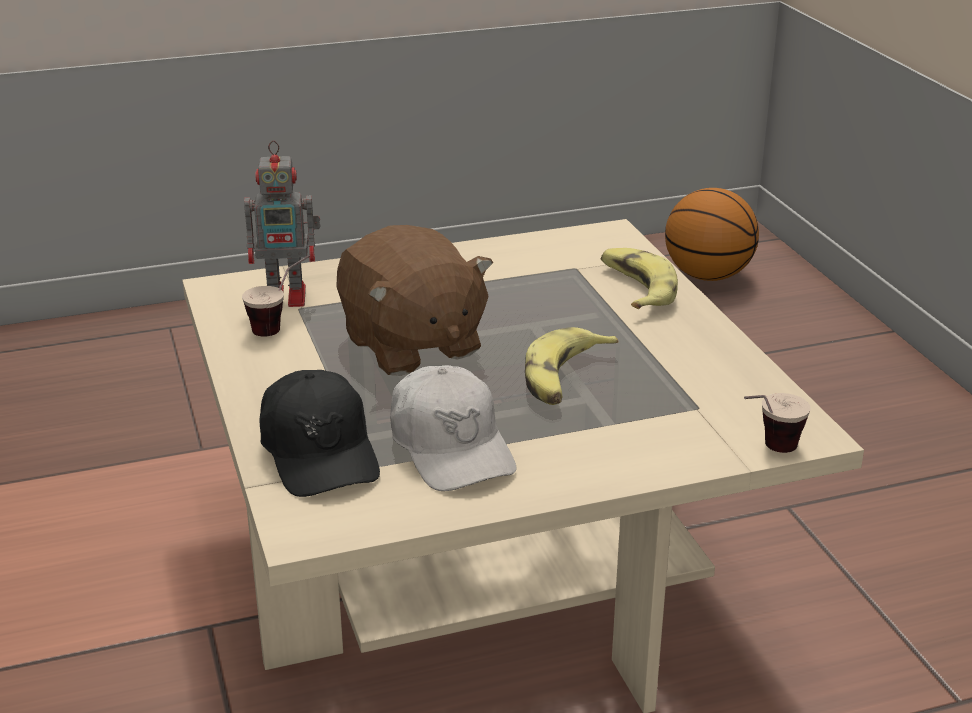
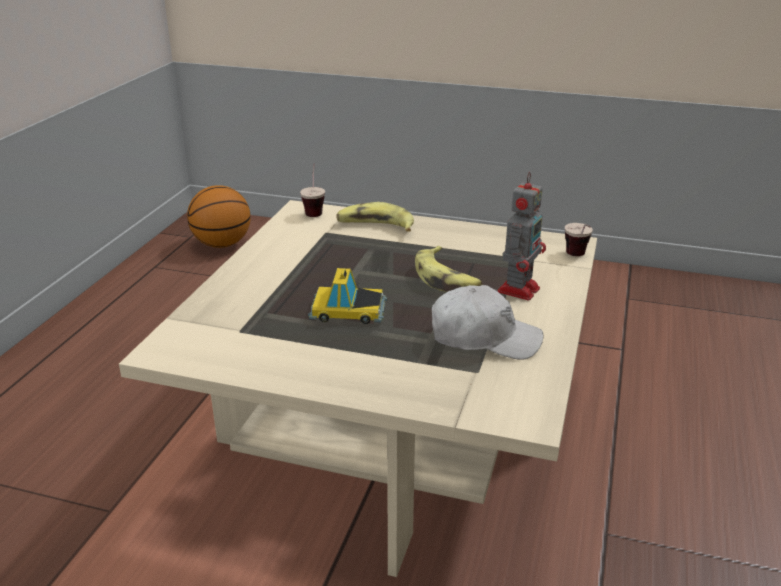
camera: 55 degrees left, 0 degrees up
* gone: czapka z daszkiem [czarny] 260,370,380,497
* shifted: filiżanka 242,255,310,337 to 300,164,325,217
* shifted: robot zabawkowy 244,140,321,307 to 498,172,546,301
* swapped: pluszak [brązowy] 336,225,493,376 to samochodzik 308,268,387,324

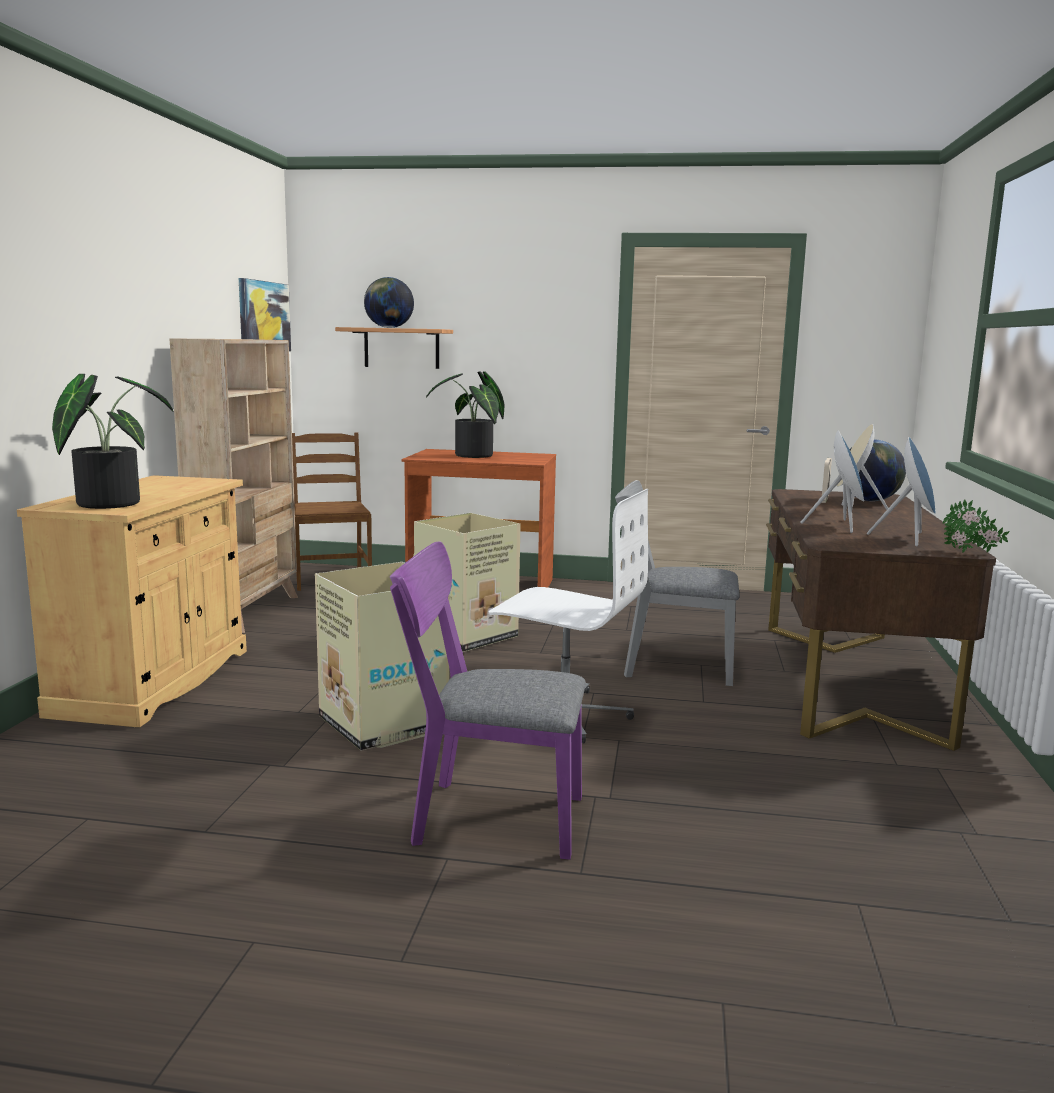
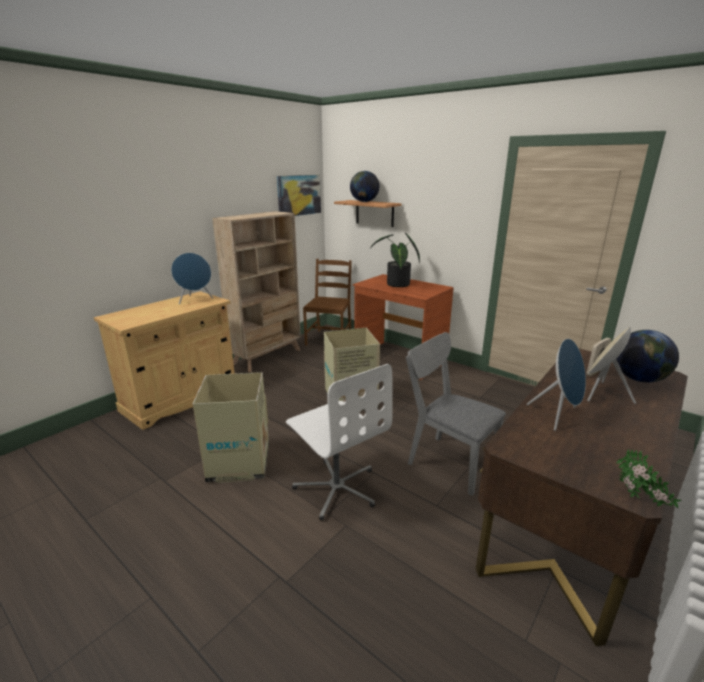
camera: 30 degrees right, 10 degrees up
* gone: roślina doniczkowa 52,374,173,509
* gone: krzesło [fioletowy] 390,541,586,860
* shifted: głośnik [niebieski] 867,437,936,546 to 171,253,213,304

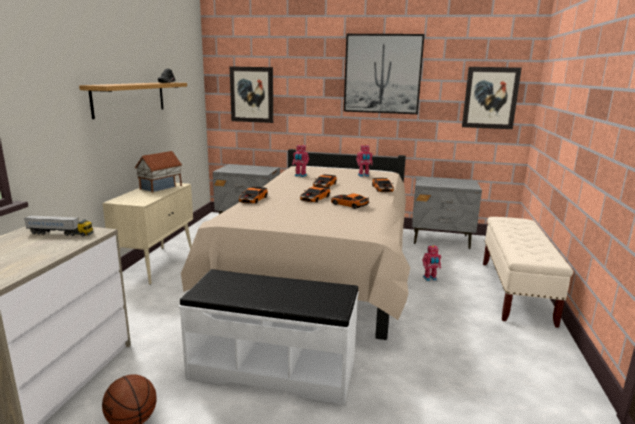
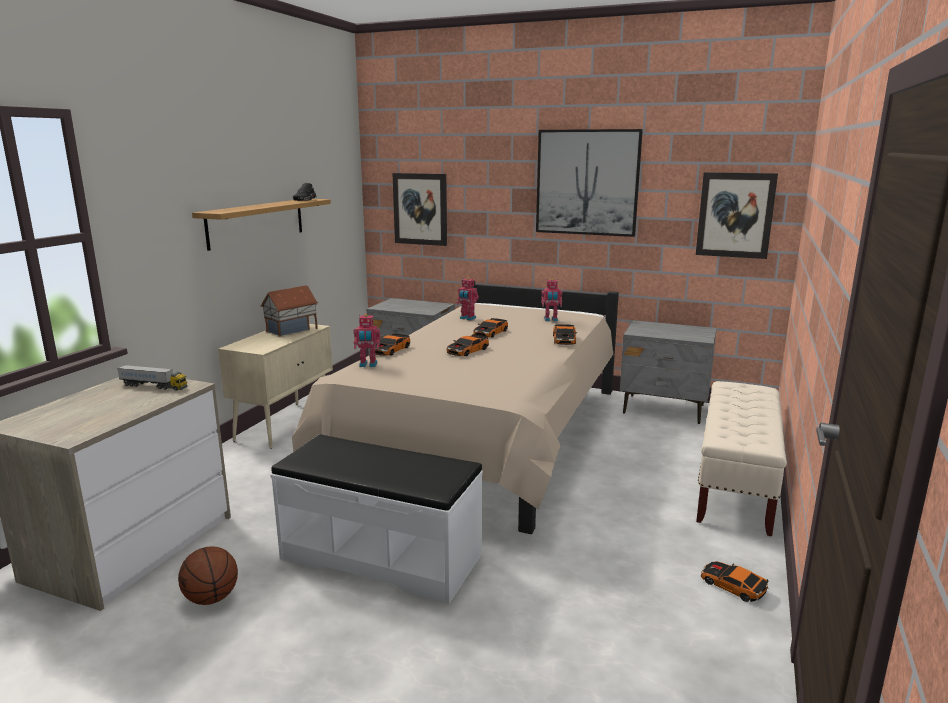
camera: 10 degrees right, 0 degrees up
* shifted: samochodzik 331,193,369,209 to 701,561,769,602
* shifted: robot zabawkowy 422,245,441,281 to 353,314,381,367

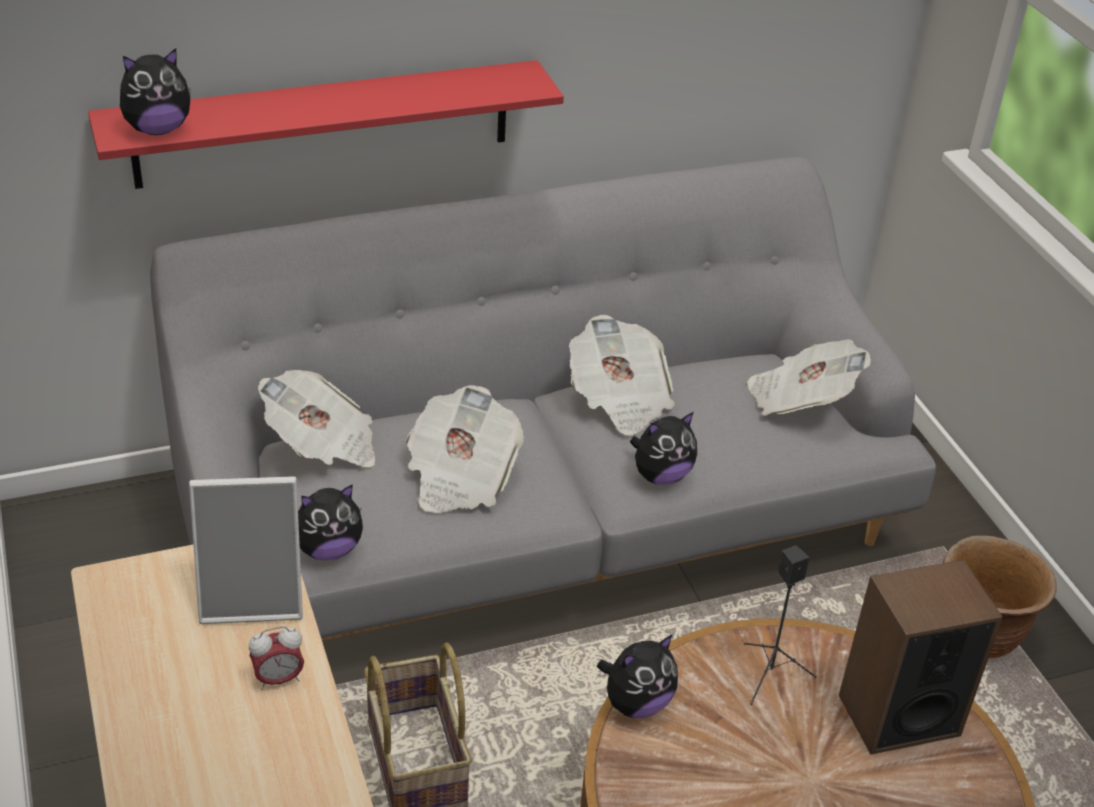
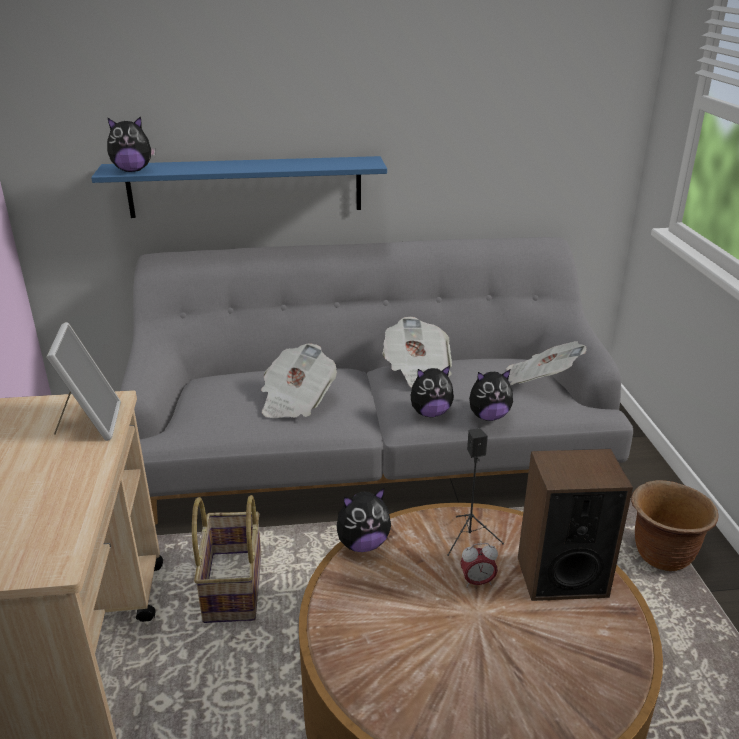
camera: 15 degrees right, 10 degrees down
* gone: gazeta 258,370,375,467
* shifted: budzik 249,626,304,690 to 460,543,498,588
* shifted: pluszak 298,484,363,561 to 469,370,513,421
* repainted: półka [czerwony] 88,60,564,189 to półka [niebieski] 91,156,387,218
* rotated: ramka na zdjęcie 189,476,303,624 = 46,322,121,441 105 degrees counterclockwise

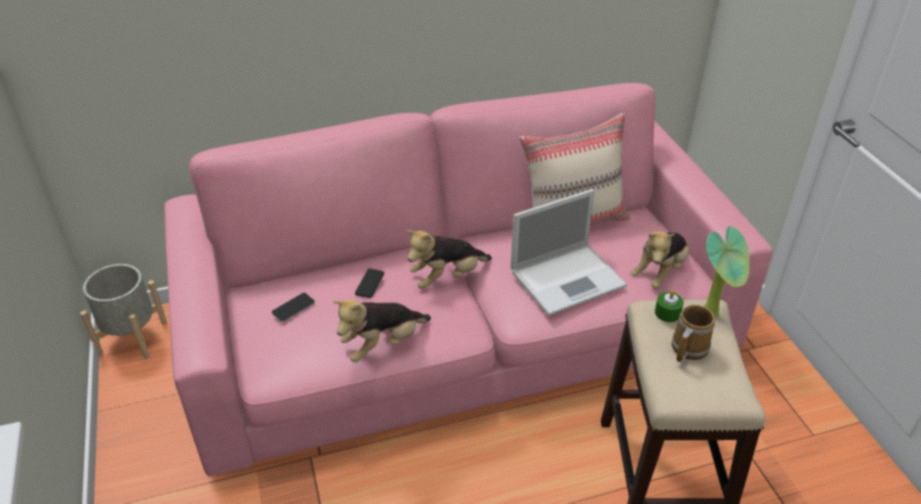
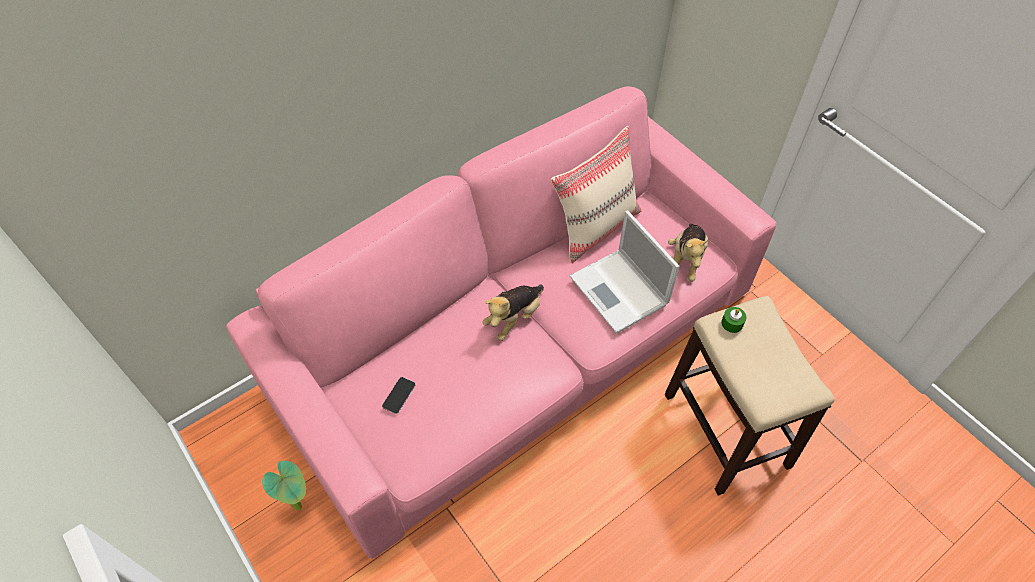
camera: 20 degrees left, 15 degrees up
* gone: donica [szary] 80,264,167,359
* gone: pluszak 333,300,431,362
* gone: telefon 355,269,384,298
* gone: kubek 671,305,715,362
* shifted: roślina doniczkowa 704,226,750,317 to 262,461,306,511
* rotated: laptop 510,189,627,316 = 570,210,680,334 105 degrees clockwise

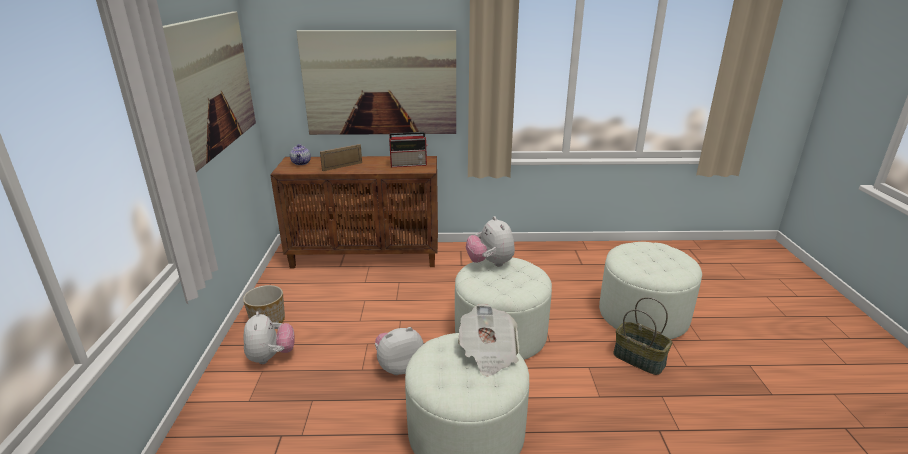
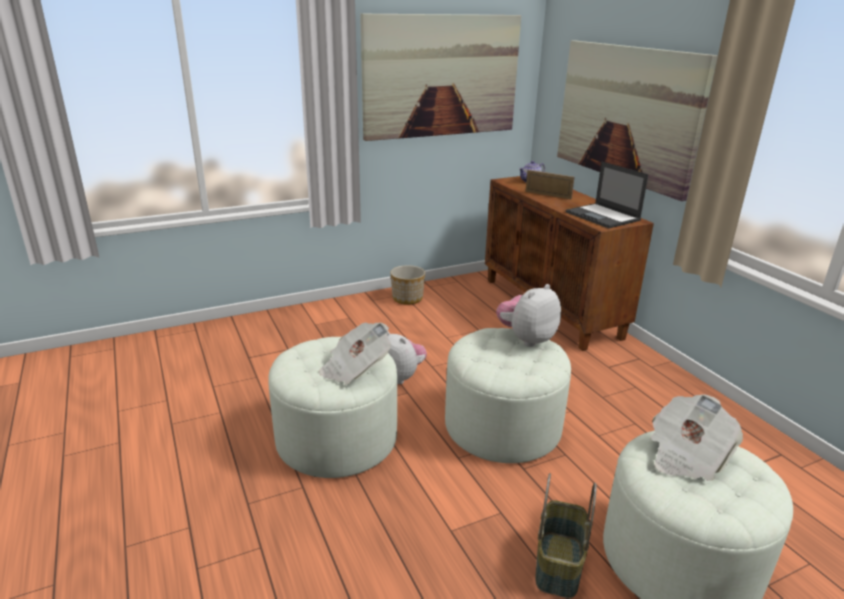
camera: 65 degrees right, 0 degrees up
* gone: pluszak 243,311,295,364
* new: gazeta 651,394,743,481
* swapped: radio 389,132,428,167 to laptop 566,162,649,228

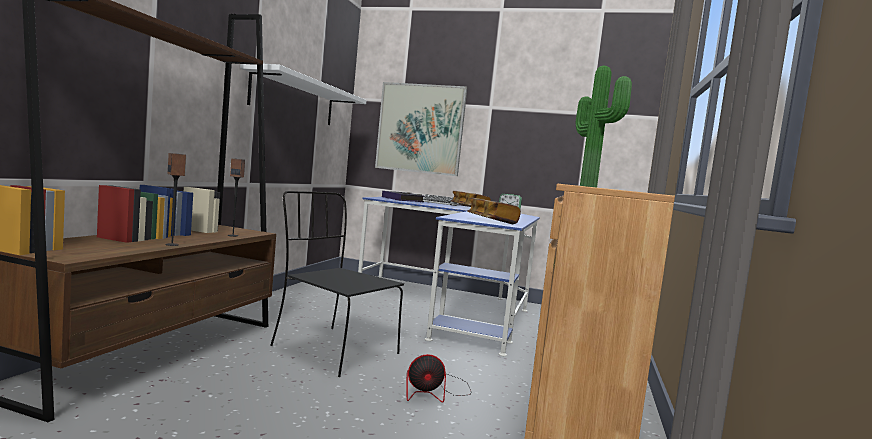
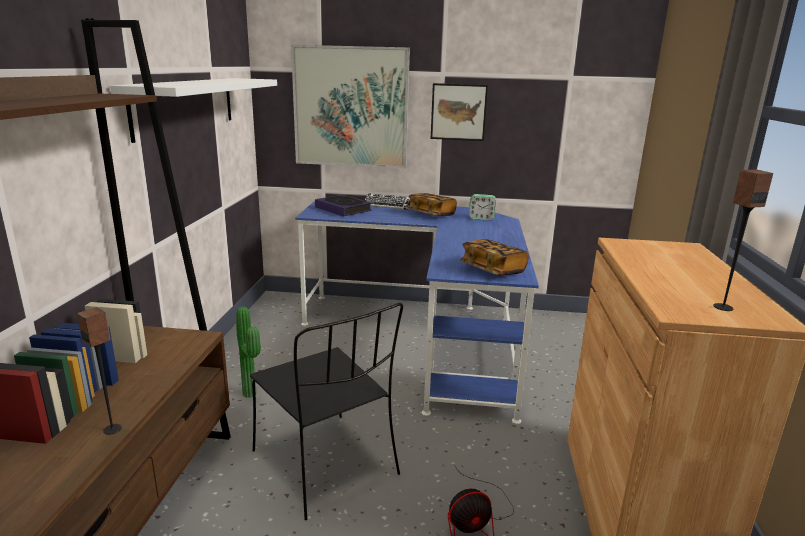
camera: 10 degrees left, 15 degrees up
* new: obraz 431,83,488,141
* shifted: głośnik 228,158,245,237 to 713,169,773,311
* shifted: roślina doniczkowa 576,66,632,187 to 236,307,261,398
* rotated: krzesło [czarny] 270,191,404,377 = 250,303,403,520 150 degrees counterclockwise

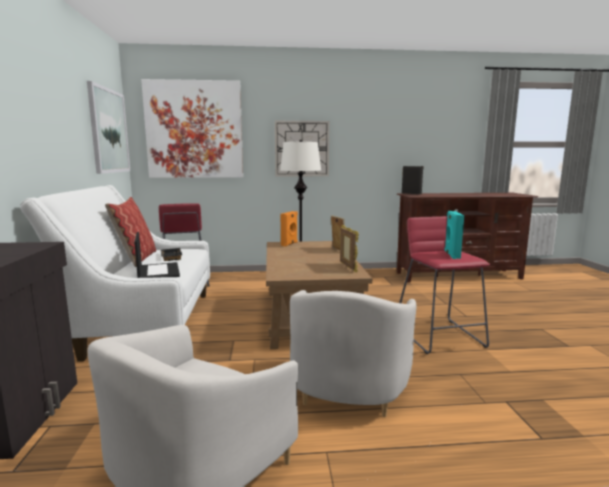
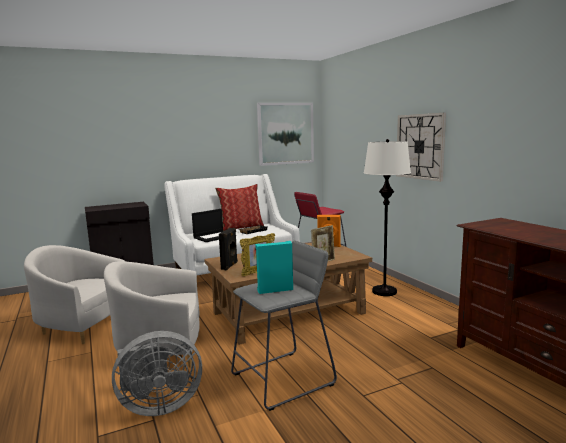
camera: 70 degrees right, 0 degrees up
* gone: obraz 141,79,243,178
* new: wentylator [szary] 112,331,202,416
* shifted: głośnik [czarny] 402,166,424,194 to 219,228,238,270
* repainted: stołek [czerwony] 399,216,490,354 to stołek [szary] 231,241,337,411

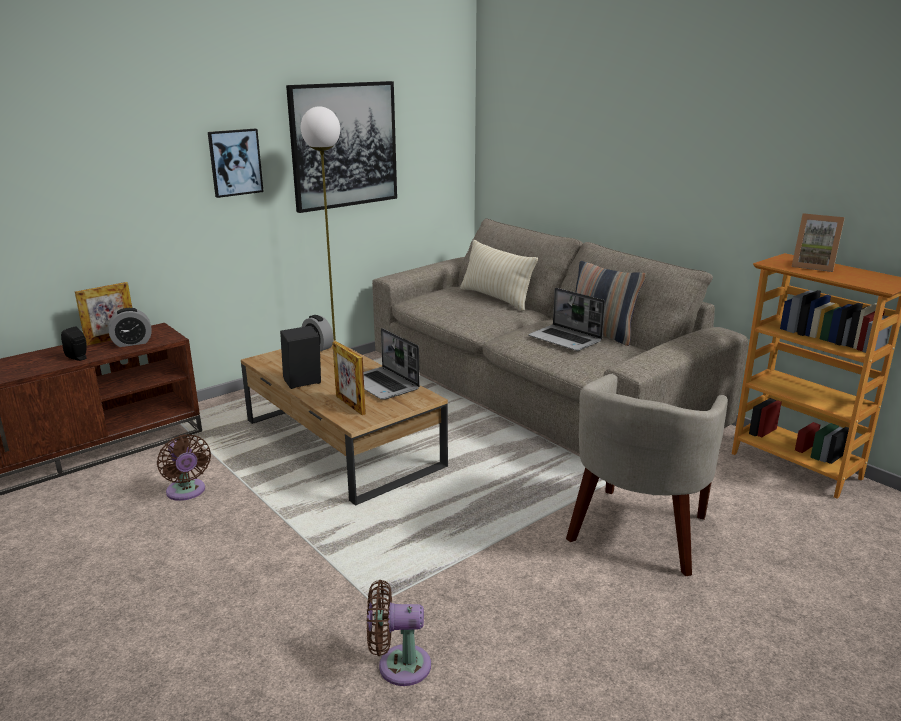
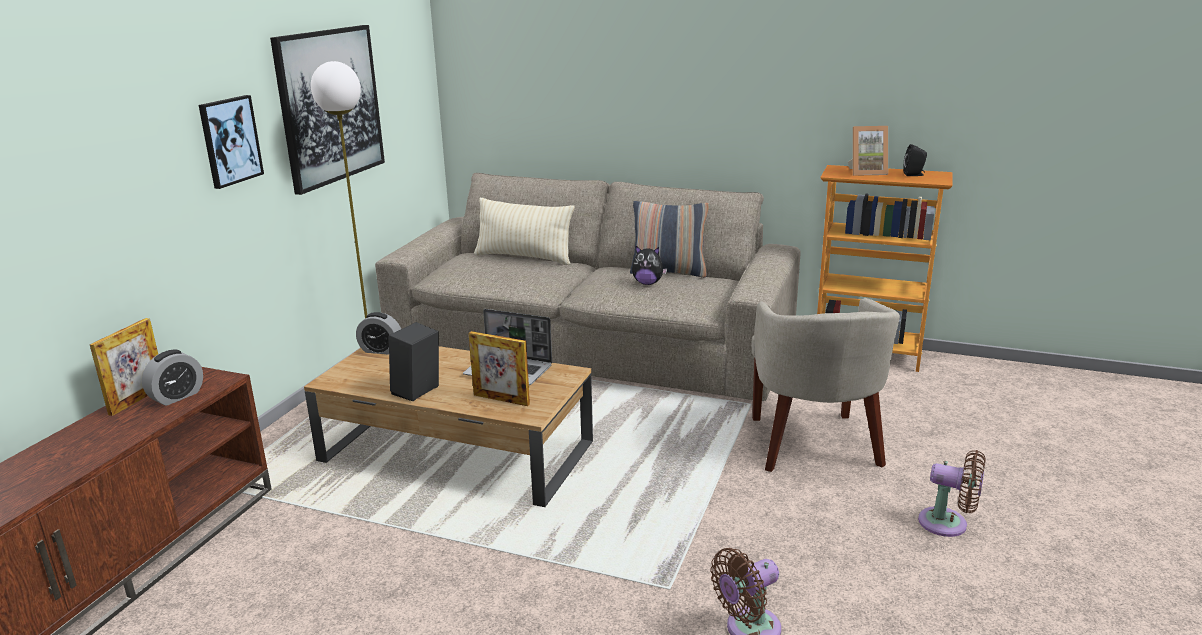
camera: 30 degrees left, 0 degrees up
* shifted: głośnik [czarny] 61,326,87,361 to 903,144,927,176
* shifted: wentylator [brązowy] 157,434,211,501 to 918,450,986,537
* swapped: laptop 528,288,605,351 to pluszak 632,246,667,285

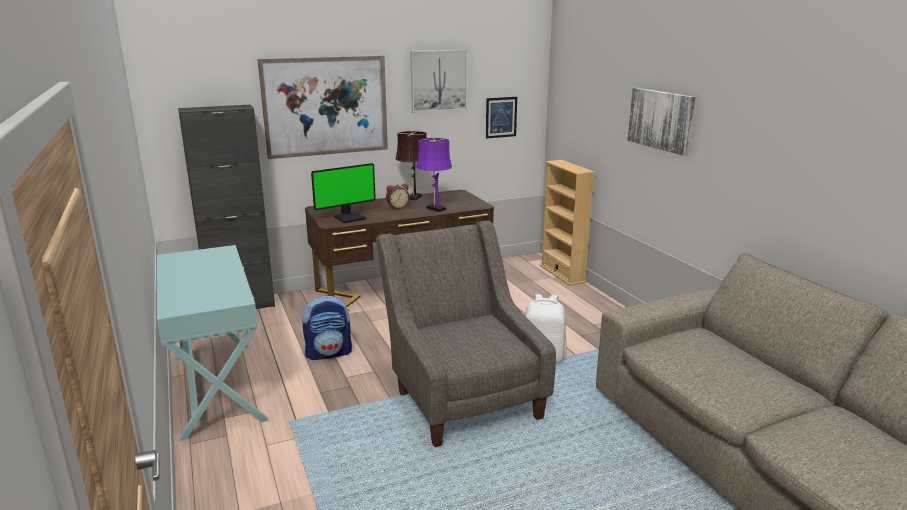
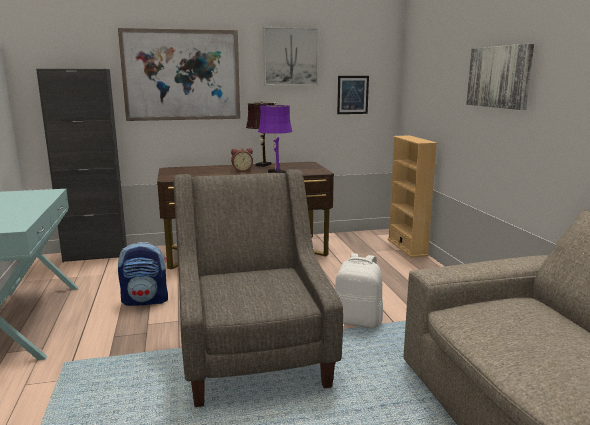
camera: 10 degrees right, 5 degrees down
* gone: monitor 311,163,376,223

